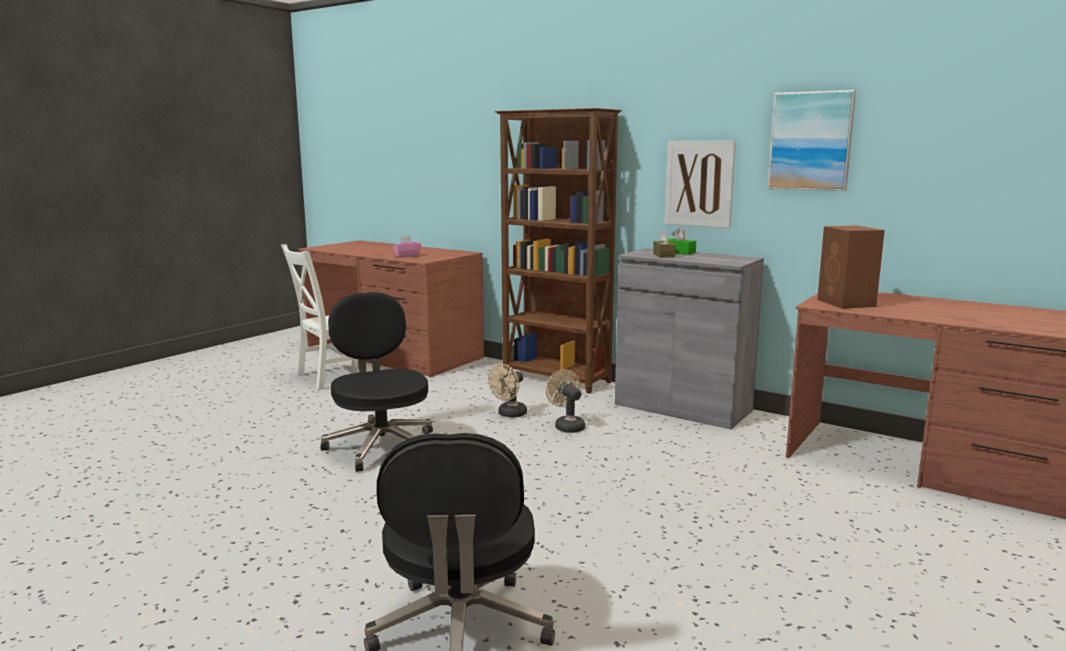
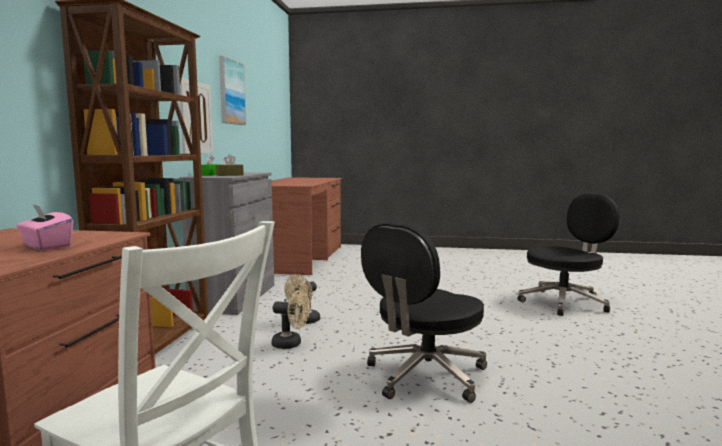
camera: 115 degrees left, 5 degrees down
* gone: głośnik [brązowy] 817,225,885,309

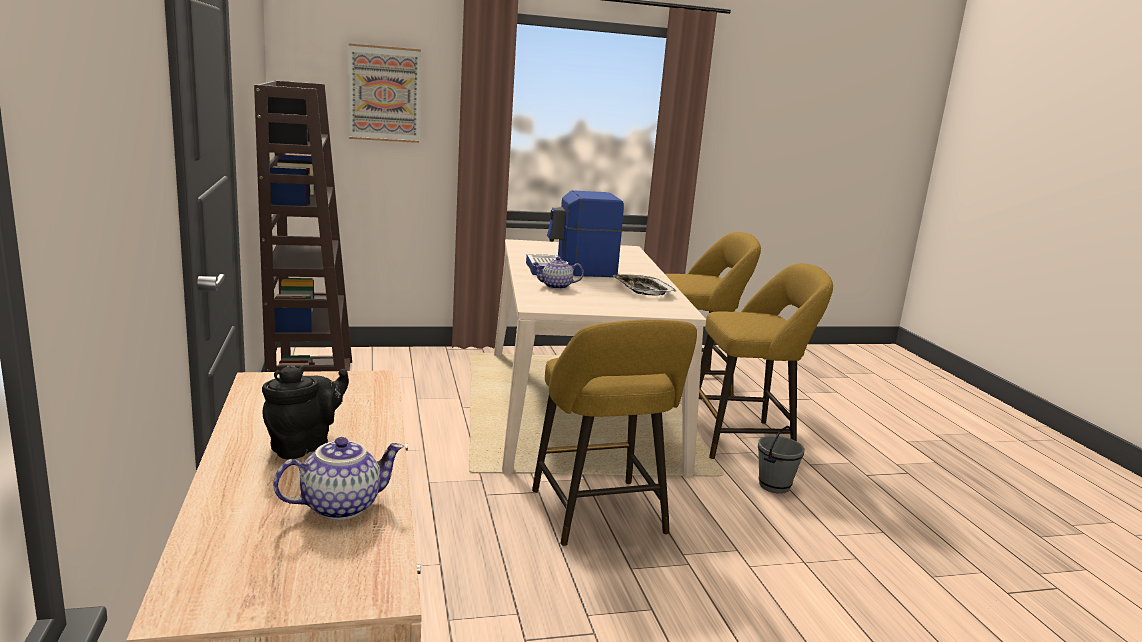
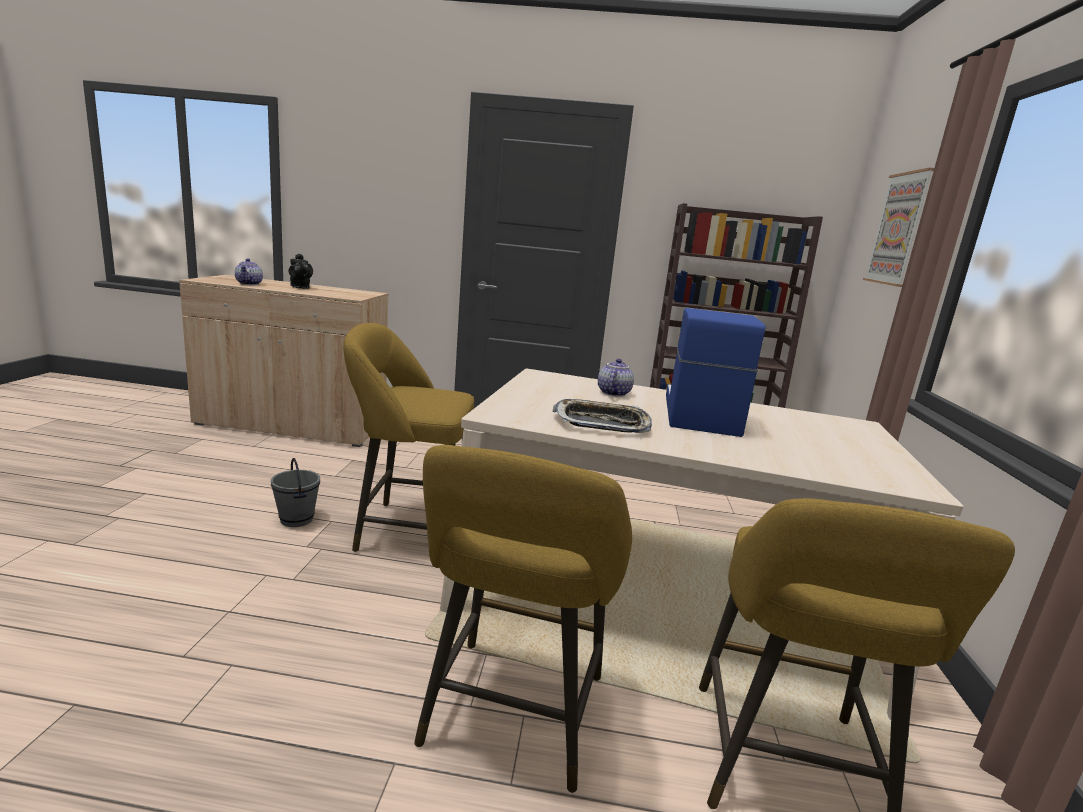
camera: 110 degrees right, 0 degrees up
* shifted: wiadro [szary] 758,426,805,494 to 271,458,320,527

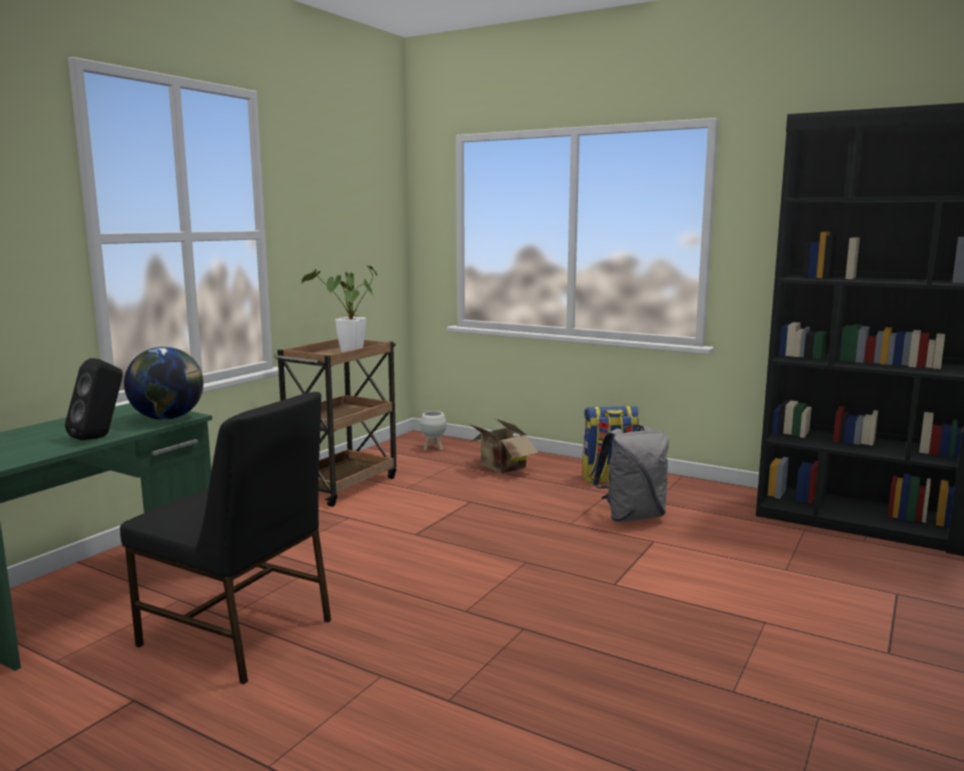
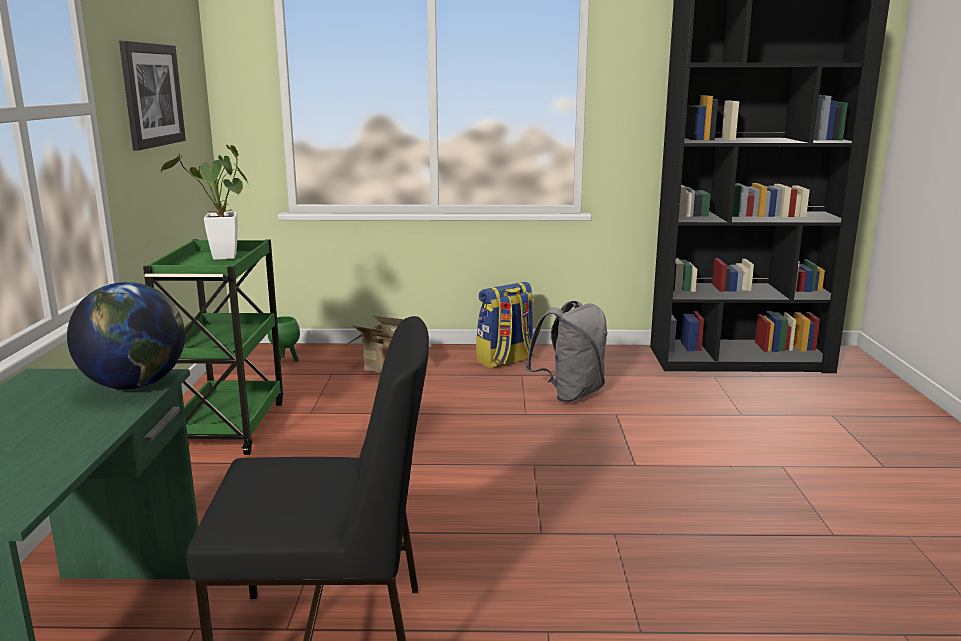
camera: 30 degrees left, 5 degrees up
* gone: głośnik [czarny] 65,358,123,440
* new: obraz 119,41,186,151
* repainted: wózek [brązowy] 274,339,396,507 to wózek [zielony] 143,239,283,455
* repainted: donica [biały] 420,411,447,450 to donica [zielony] 267,316,300,361

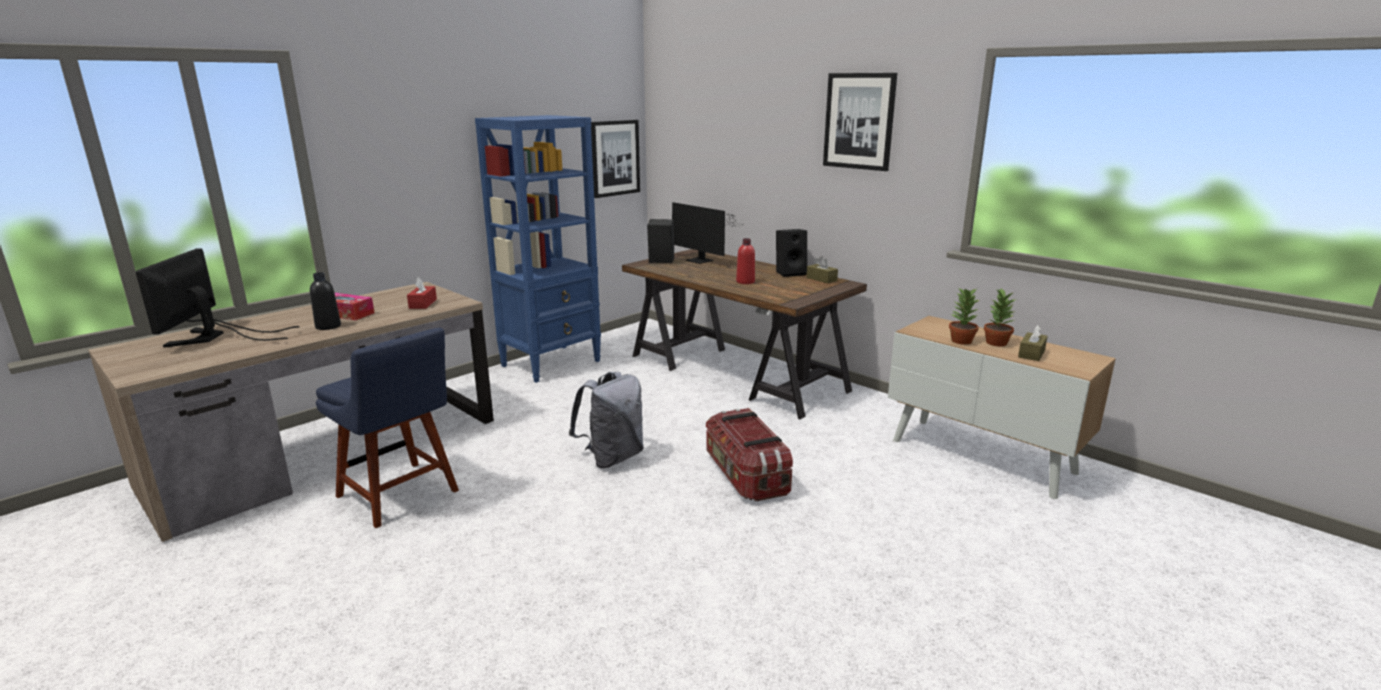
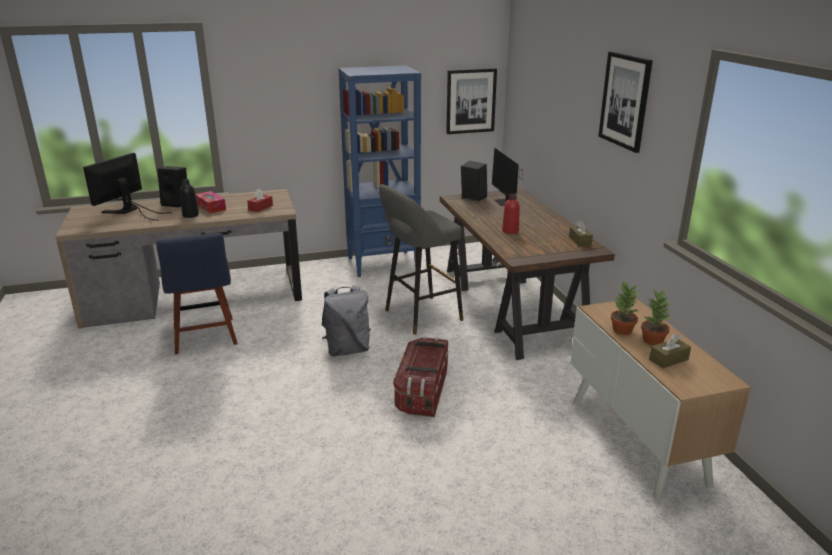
camera: 30 degrees right, 5 degrees up
* new: stołek [szary] 379,184,463,335
* shifted: głośnik [czarny] 776,229,807,277 to 157,166,187,207

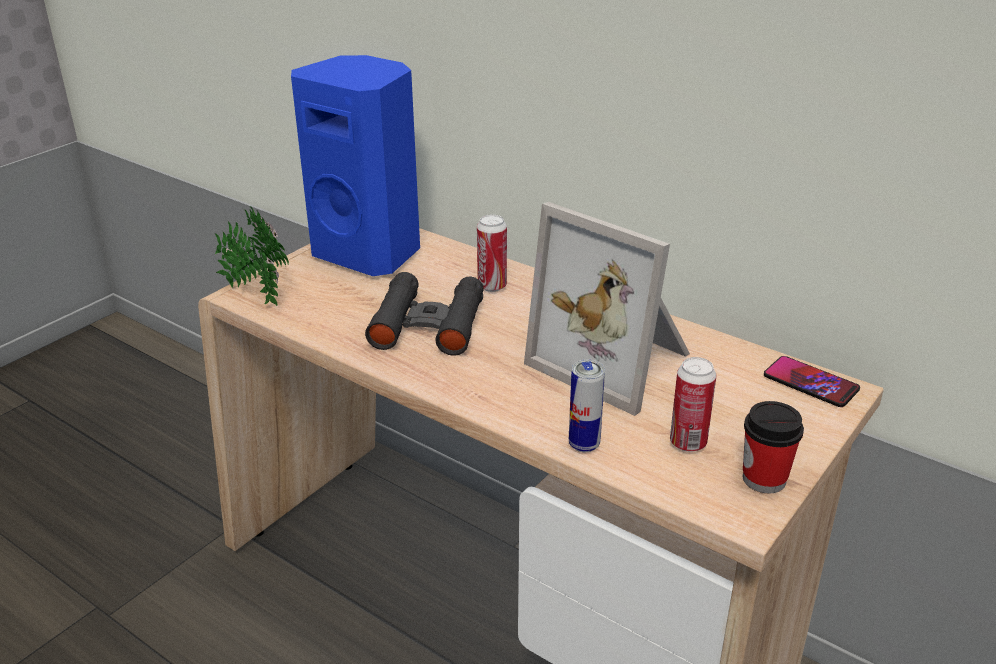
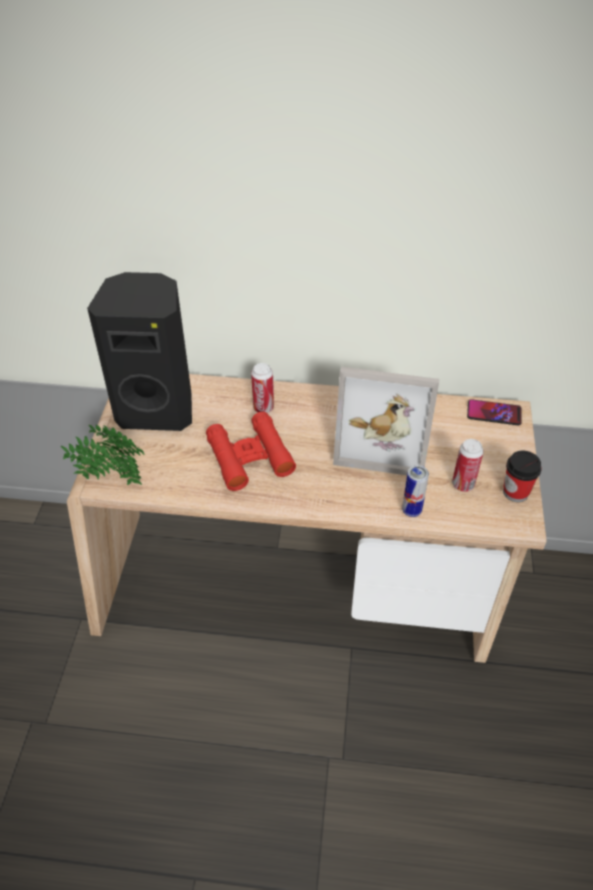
camera: 30 degrees left, 15 degrees up
* repainted: głośnik [niebieski] 291,55,420,276 to głośnik [czarny] 87,272,192,431
* repainted: lornetka [czarny] 365,272,484,356 to lornetka [czerwony] 206,412,296,491

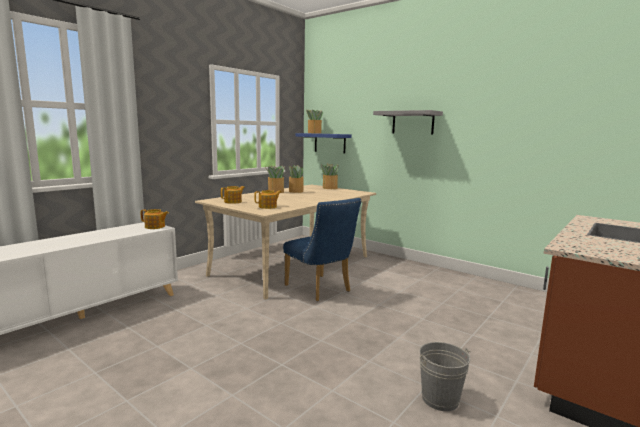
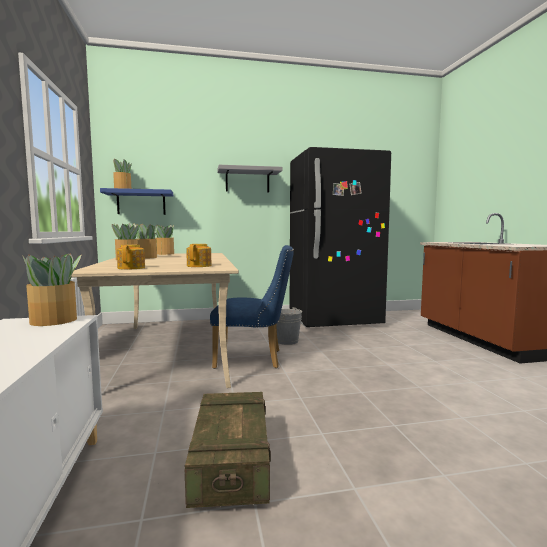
camera: 50 degrees left, 5 degrees down
* new: skrzynka 185,392,271,508
* new: lodówka [czarny] 290,147,391,327
* shifted: wiadro [szary] 419,342,471,411 to 276,307,302,345
* swapped: imbryk 141,209,169,229 to roślina doniczkowa 22,254,82,326

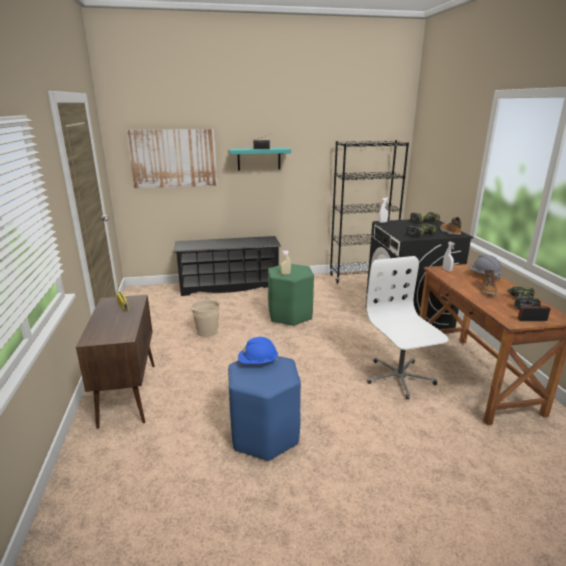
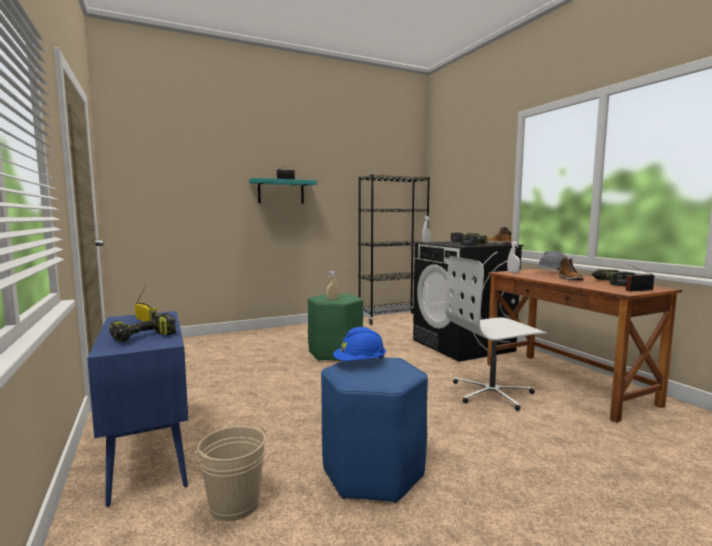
camera: 15 degrees left, 15 degrees down
* gone: obraz 126,129,217,188
* gone: regał na buty [czarny] 174,236,281,296
* new: wiertarka 109,313,176,342
* shifted: wiadro [beżowy] 190,300,221,337 to 195,426,268,522
* repainted: szafka [brązowy] 76,295,155,429 to szafka [niebieski] 87,311,188,507
* rotated: krzesło biurowe [biały] 366,256,448,399 = 445,256,547,411 75 degrees counterclockwise

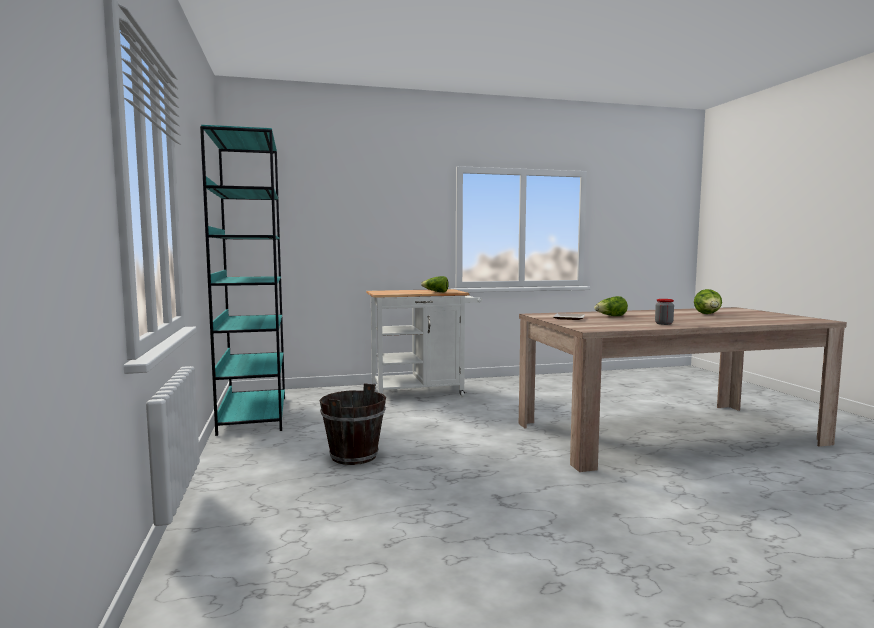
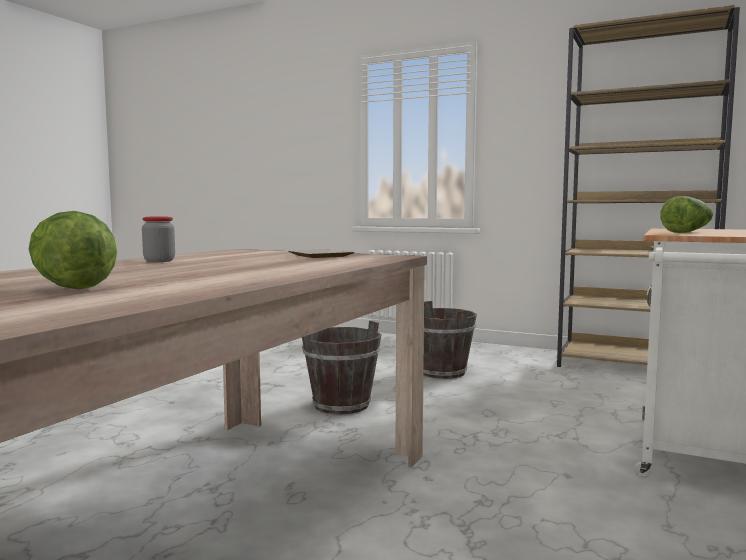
camera: 130 degrees right, 0 degrees up
* gone: sałata 594,296,628,316
* new: wiadro [brązowy] 302,321,381,415
* repainted: regał [turkusowy] 200,125,285,436 to regał [brązowy] 557,5,740,367

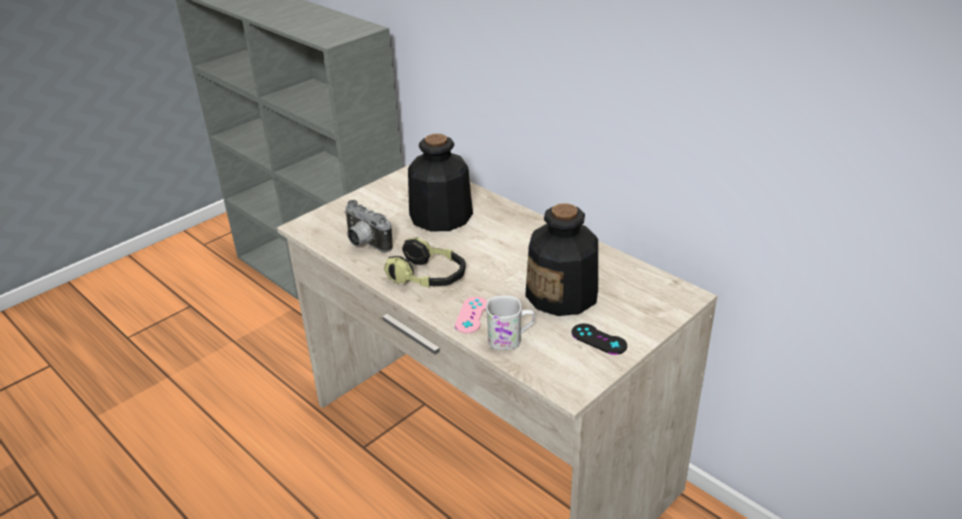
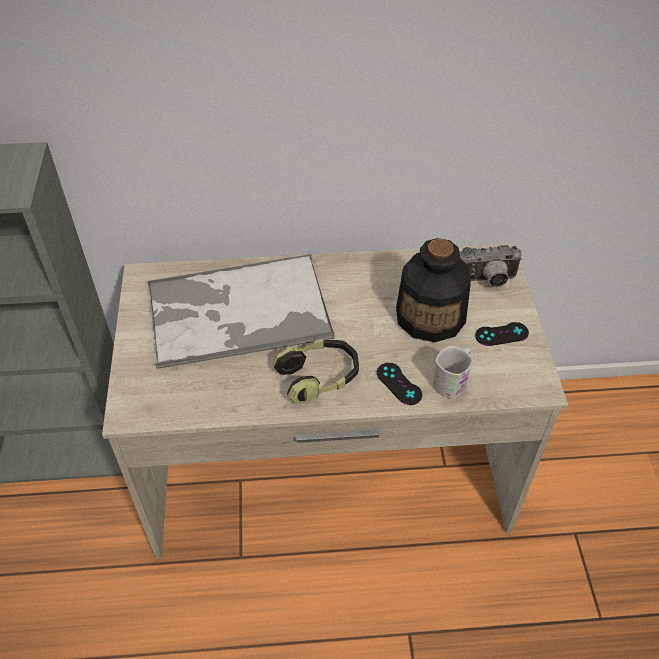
camera: 50 degrees left, 15 degrees up
* shifted: aparat fotograficzny 344,200,393,252 to 460,245,522,287
* swapped: butelka 408,134,473,232 to taca 148,254,335,369
* repainted: pad do gier [różowy] 455,297,487,333 to pad do gier [czarny] 377,363,422,405

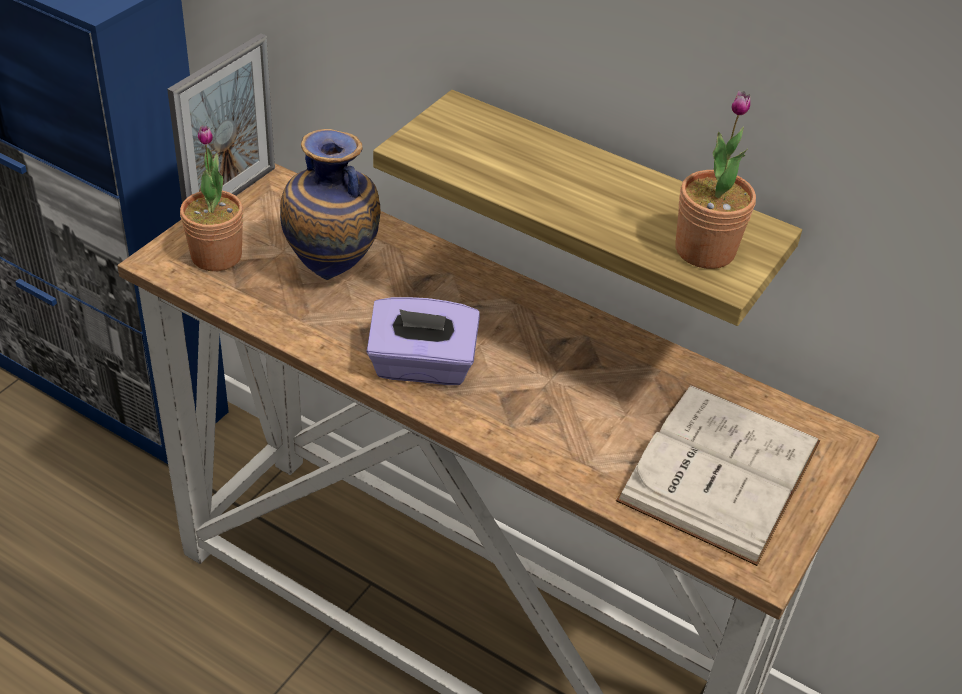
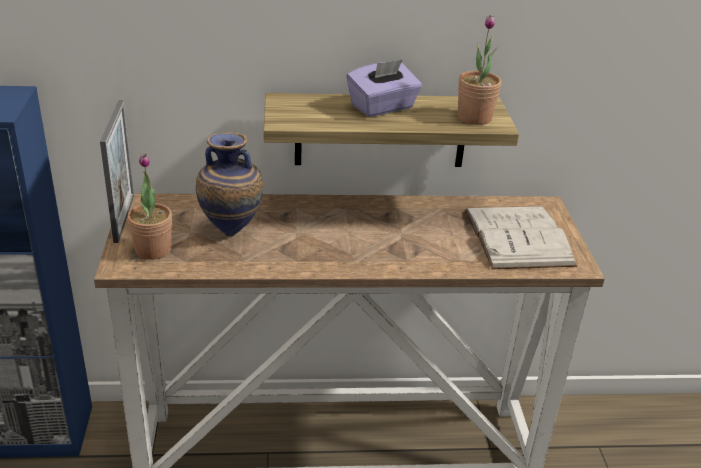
camera: 35 degrees left, 10 degrees down
* shifted: pudełko chusteczek [fioletowy] 366,297,480,385 to 347,60,422,117

